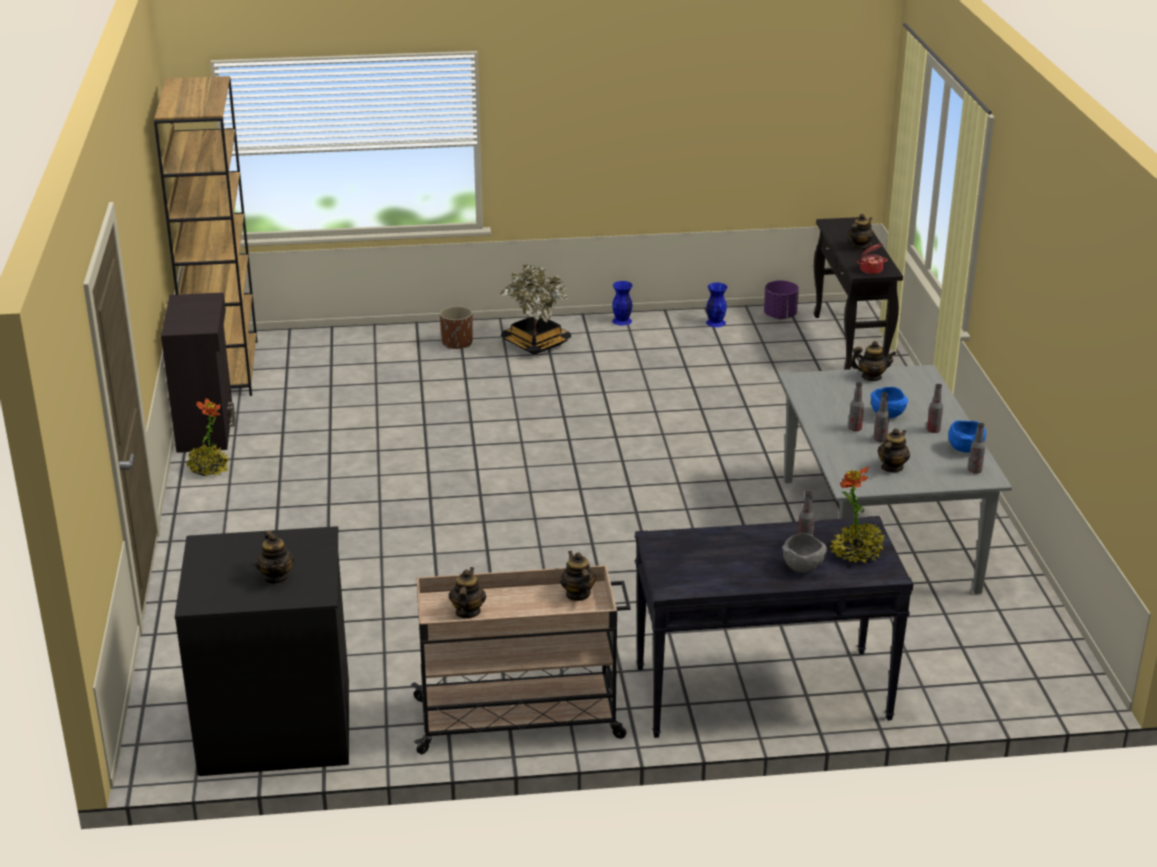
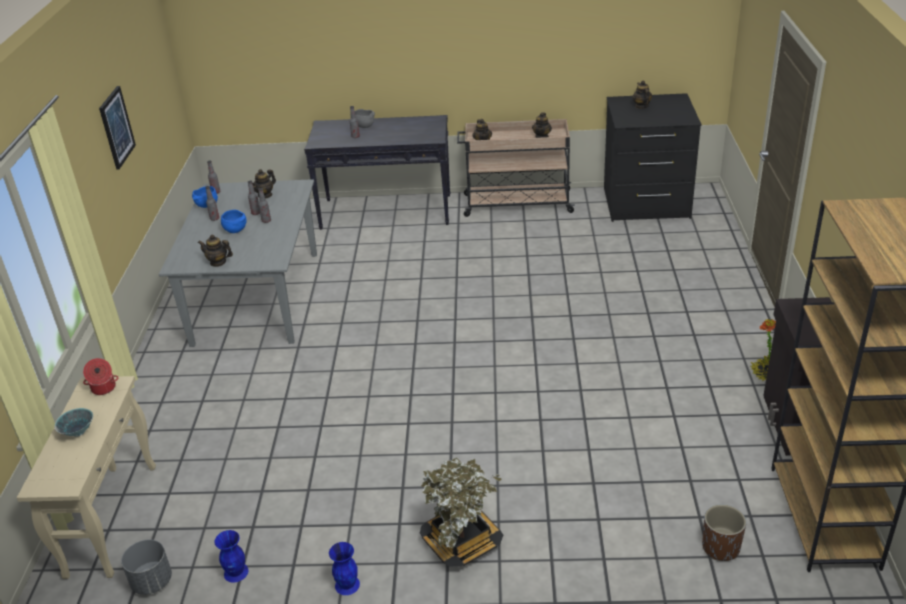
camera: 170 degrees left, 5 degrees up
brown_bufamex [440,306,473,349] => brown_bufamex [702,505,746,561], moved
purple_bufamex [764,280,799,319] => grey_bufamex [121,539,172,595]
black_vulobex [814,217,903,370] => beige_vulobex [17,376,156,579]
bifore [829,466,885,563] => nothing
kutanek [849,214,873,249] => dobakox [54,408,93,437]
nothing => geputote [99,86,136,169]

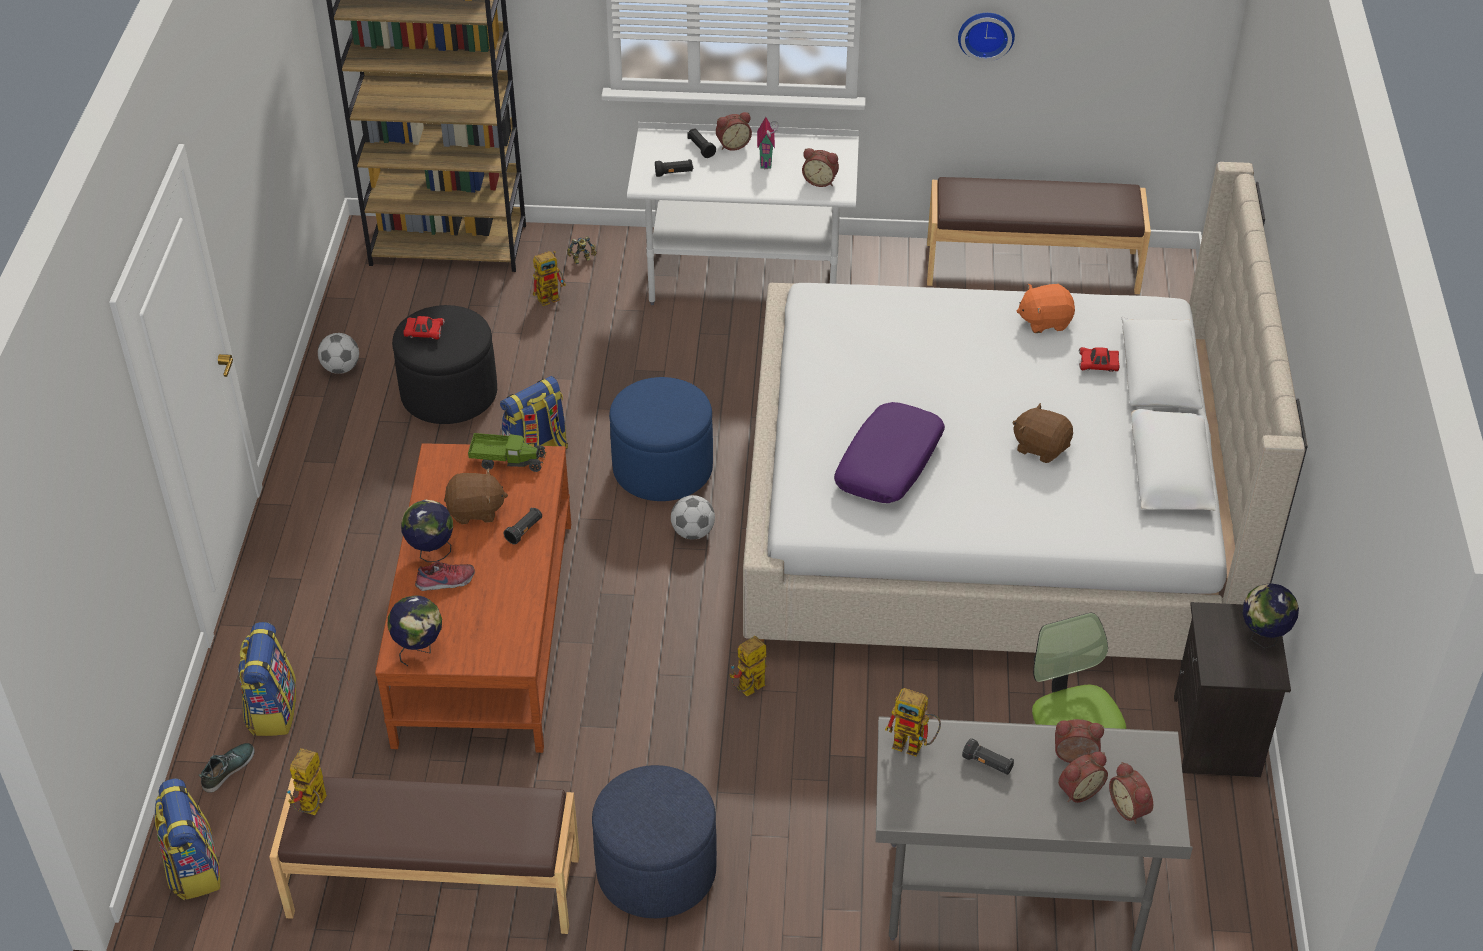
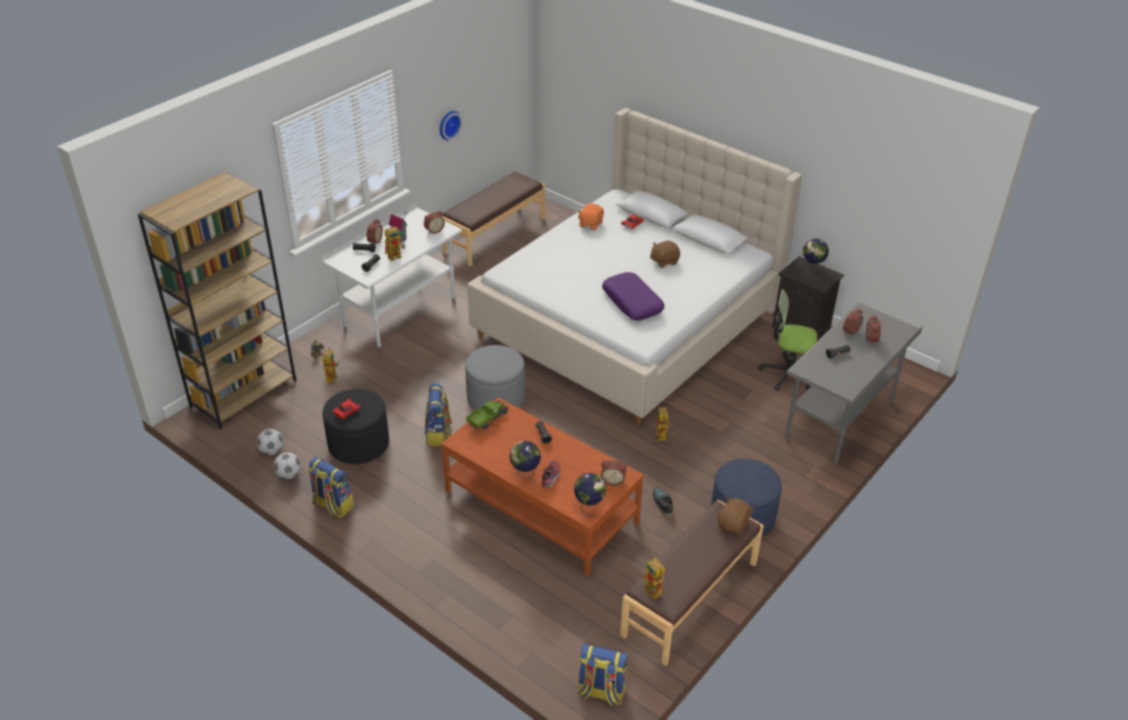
camera: 55 degrees left, 5 degrees down
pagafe [199,743,254,793] => pagafe [653,487,673,516], moved
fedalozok [238,622,296,736] => fedalozok [308,457,354,518], moved
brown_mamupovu [444,468,508,524] => brown_mamupovu [718,497,754,535], moved
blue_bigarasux [609,377,713,501] => grey_bigarasux [465,345,525,411]
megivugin [671,495,715,540] => megivugin [257,429,284,455], moved
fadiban [885,688,941,757] => fadiban [385,226,405,261], moved
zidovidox [1109,762,1153,824] => zidovidox [601,460,627,485], moved

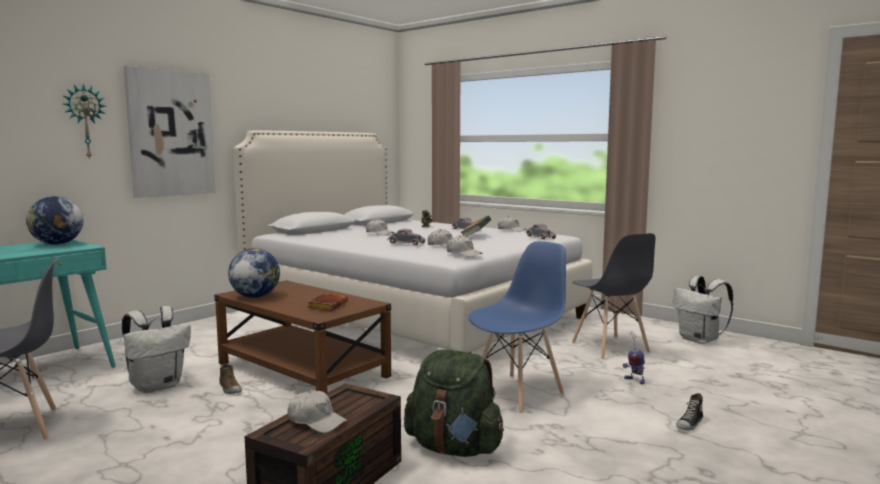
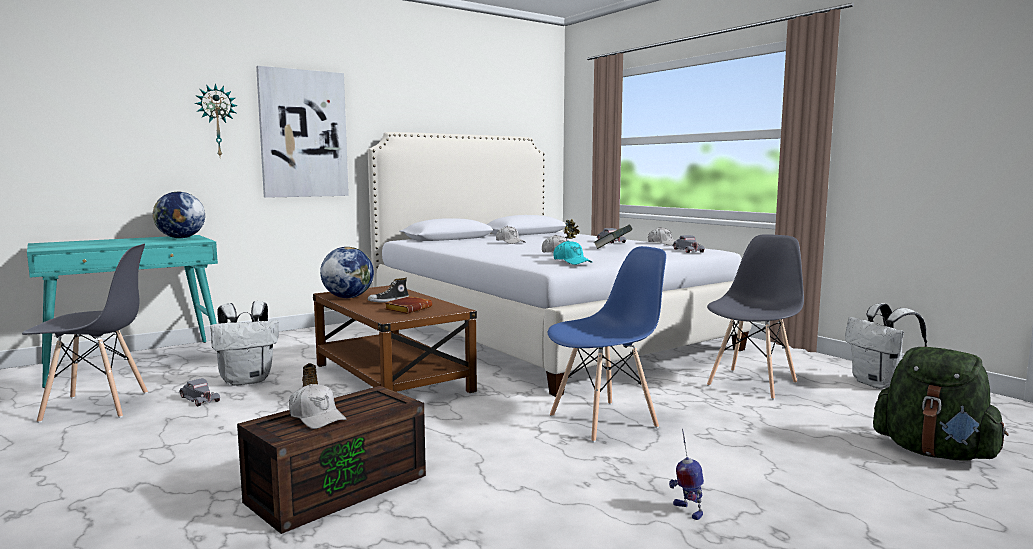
camera: 15 degrees right, 0 degrees up
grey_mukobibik [387,229,425,245] => grey_mukobibik [179,378,220,407], moved
green_fedalozok [404,349,504,457] => green_fedalozok [873,347,1009,461], moved
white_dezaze [446,235,483,257] => turquoise_dezaze [553,240,592,265]
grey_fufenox [572,233,655,359] => grey_fufenox [707,234,804,400], 135 degrees counterclockwise
fadiban [623,331,645,385] => fadiban [669,428,704,520], moved
pagafe [676,393,703,430] => pagafe [367,278,409,302], moved

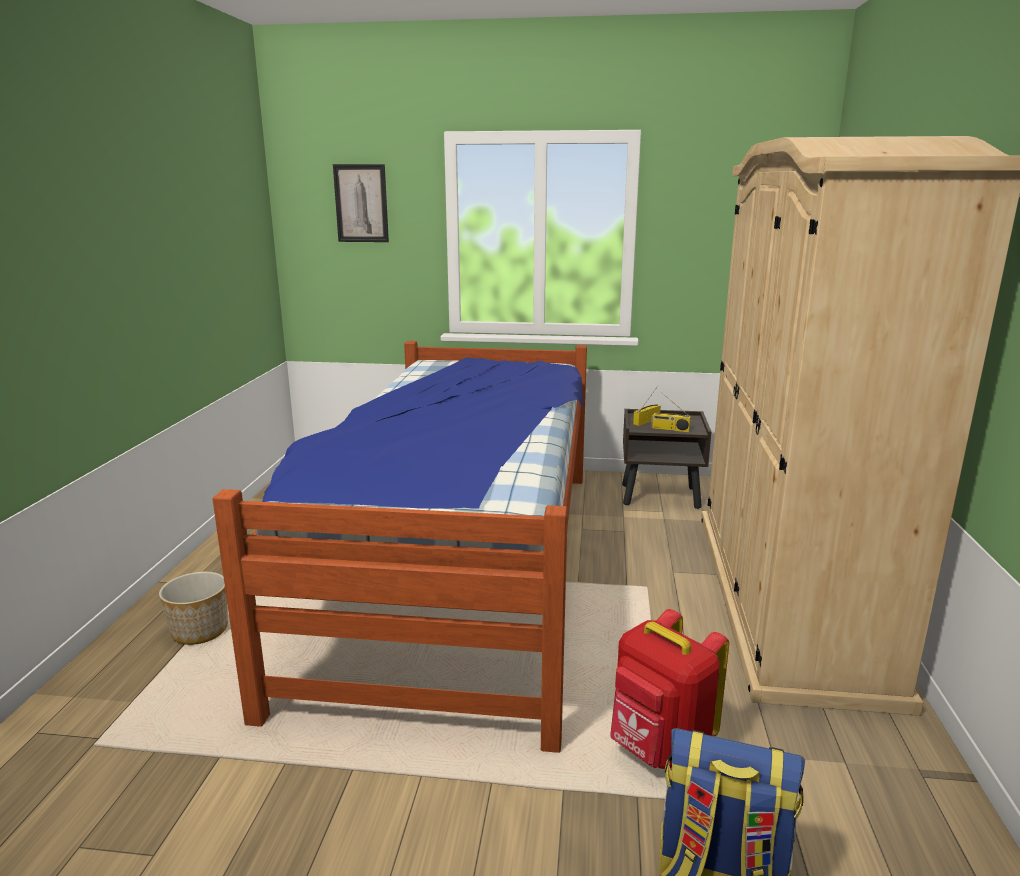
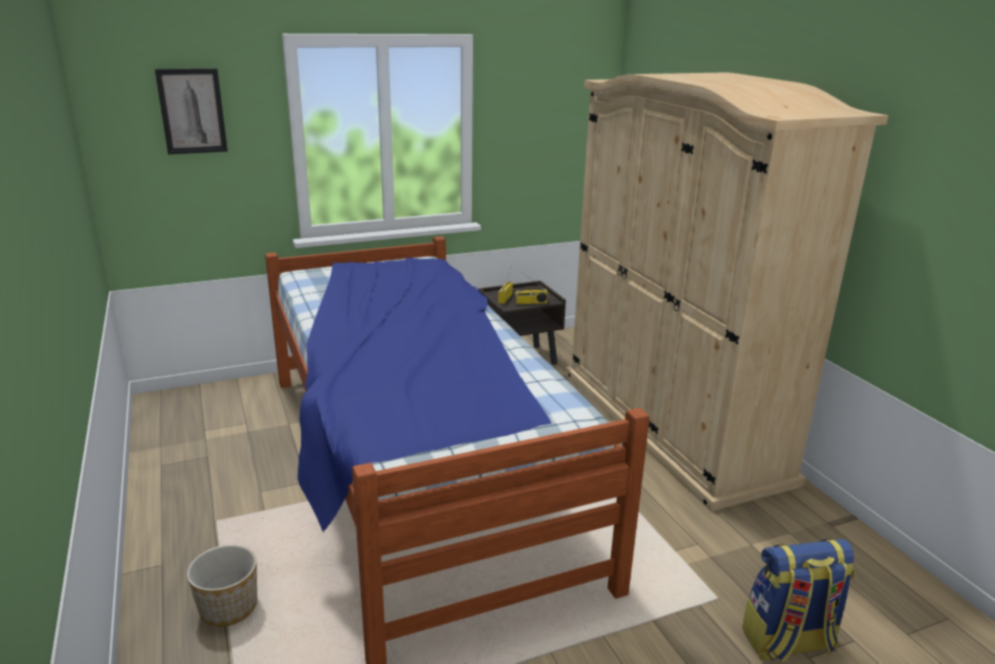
camera: 30 degrees left, 5 degrees up
red_fedalozok [610,609,729,770] => nothing

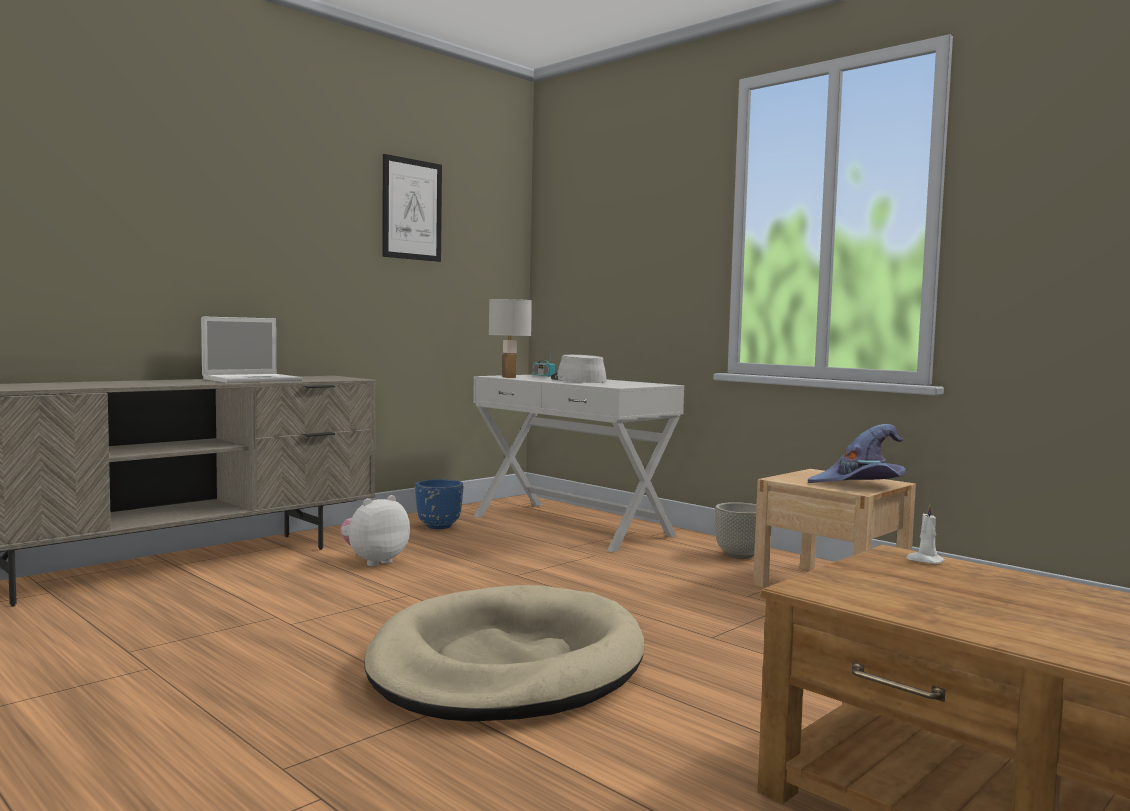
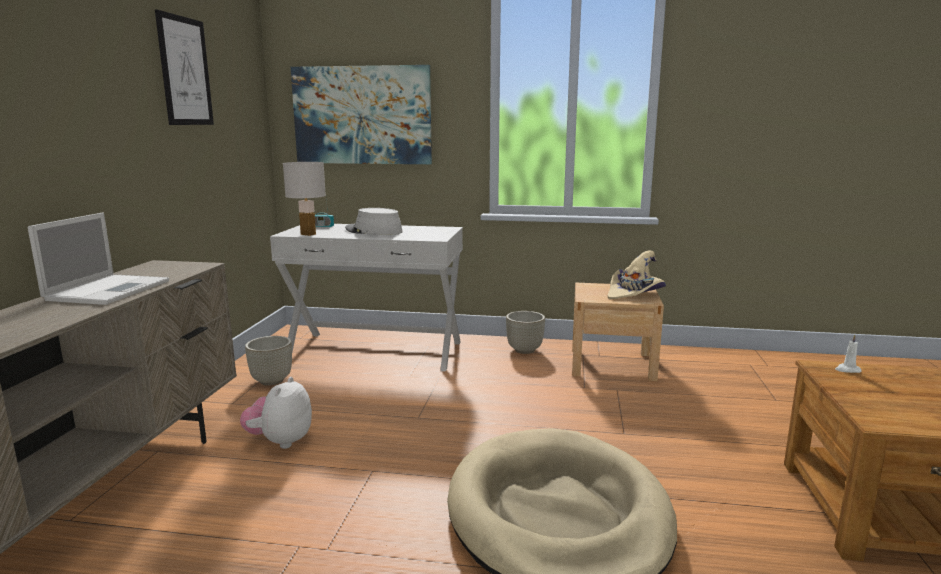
camera: 35 degrees left, 10 degrees up
blue_bufamex [415,479,463,529] => grey_bufamex [245,336,292,386]
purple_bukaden [808,424,906,483] => beige_bukaden [608,251,666,299]
nothing => geputote [291,65,432,164]

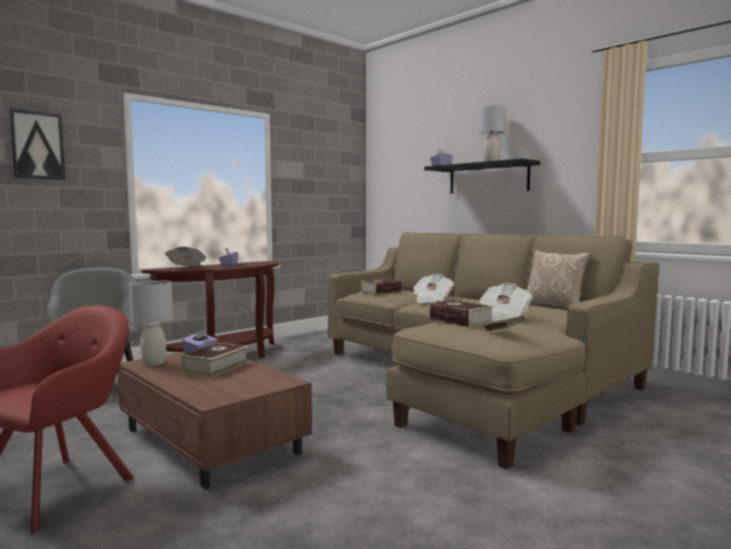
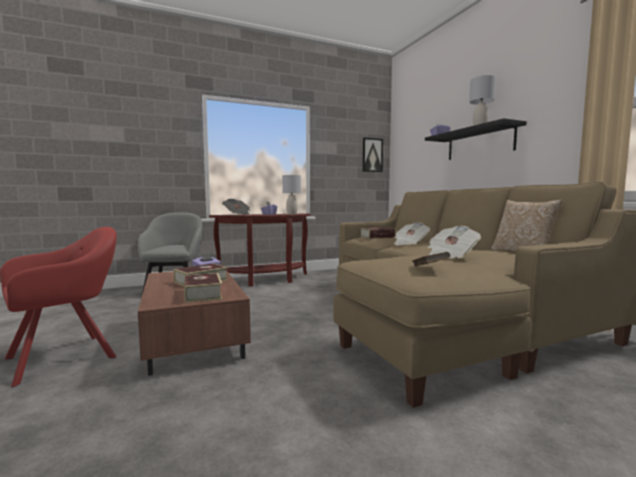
camera: 20 degrees right, 0 degrees up
geputote [9,108,65,180] => geputote [362,137,383,172], moved
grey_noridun [129,280,173,366] => grey_noridun [282,175,301,214], moved
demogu [429,300,494,328] => demogu [184,273,223,303], moved

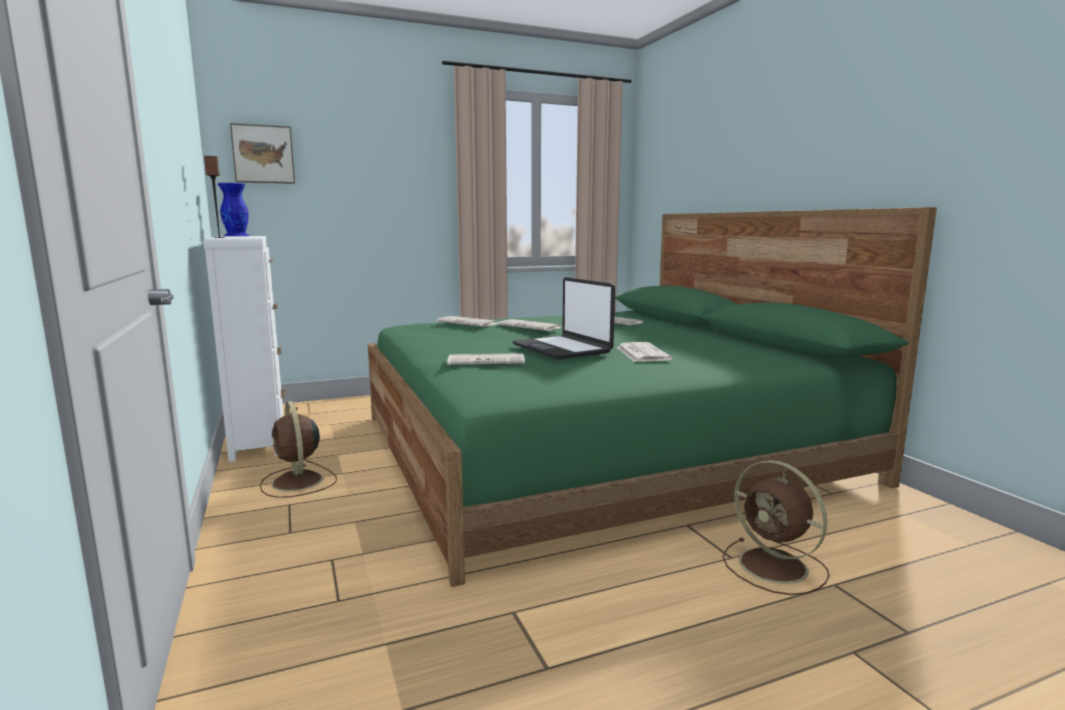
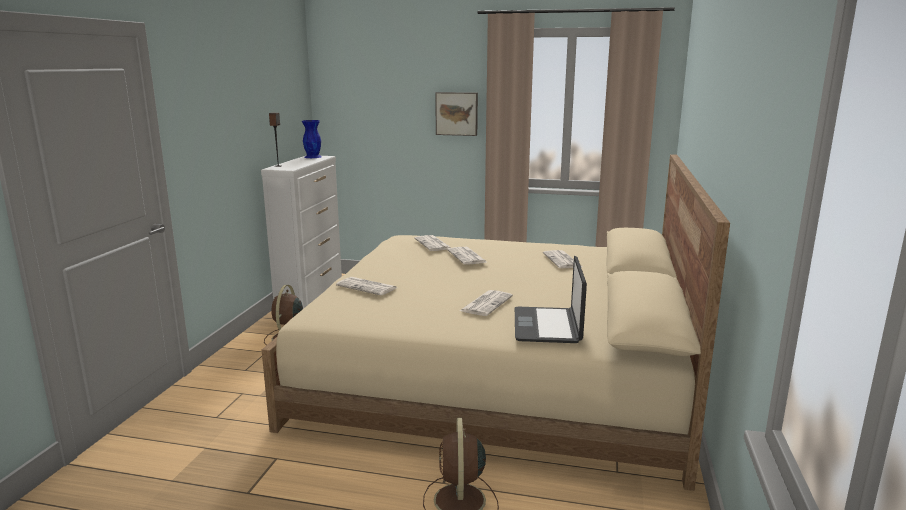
camera: 35 degrees right, 5 degrees up
geputote [230,123,295,184] => geputote [435,92,478,136], moved
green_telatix [368,207,937,587] => beige_telatix [262,154,730,491]
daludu [513,277,615,360] => daludu [515,256,587,343], moved

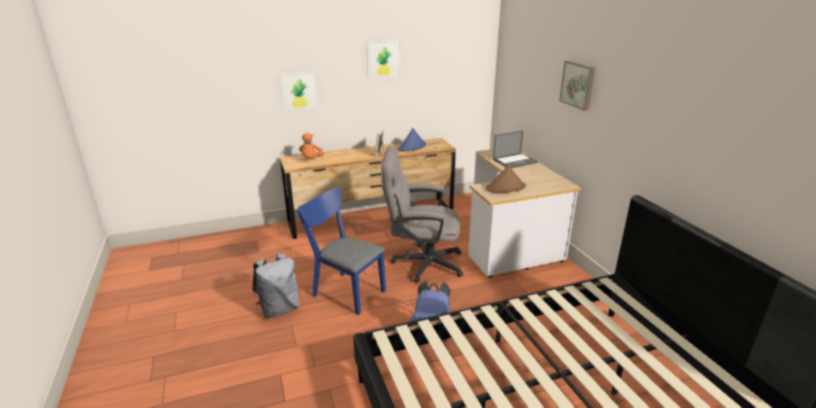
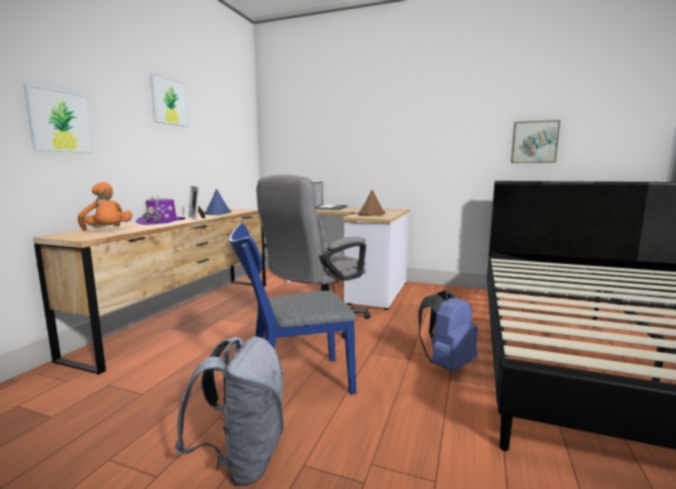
camera: 50 degrees left, 15 degrees down
geputote [559,61,595,111] => geputote [511,120,560,163], moved
nothing => purple_bukaden [136,195,186,225]

